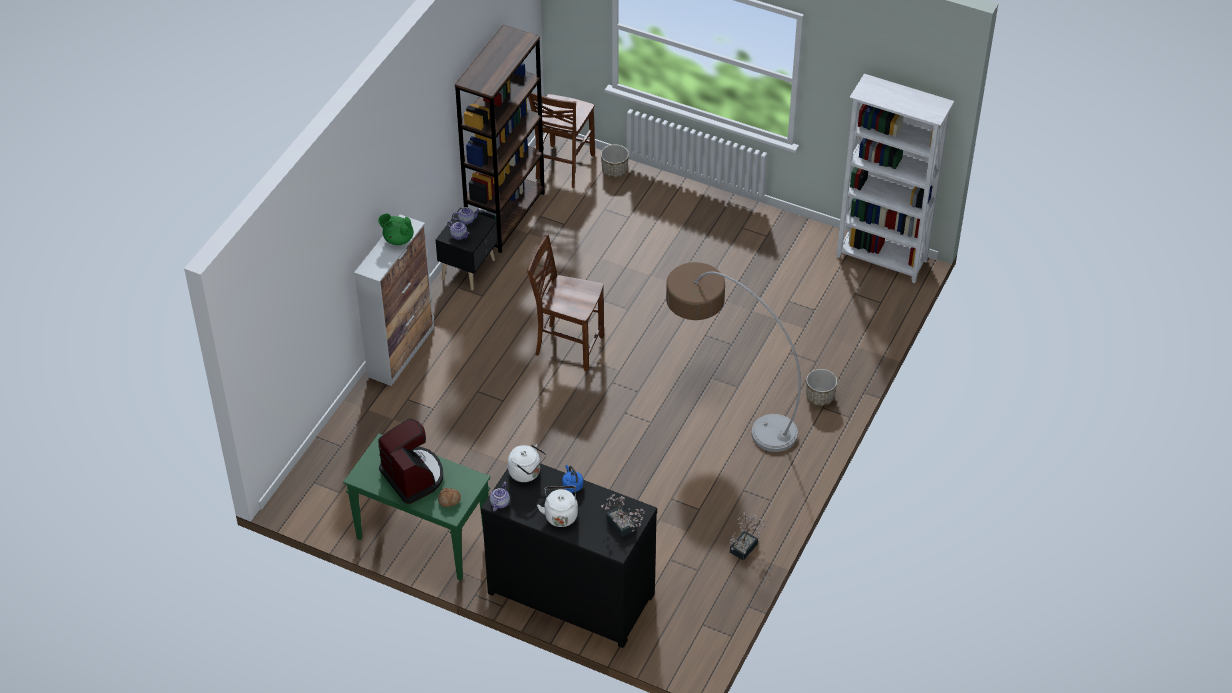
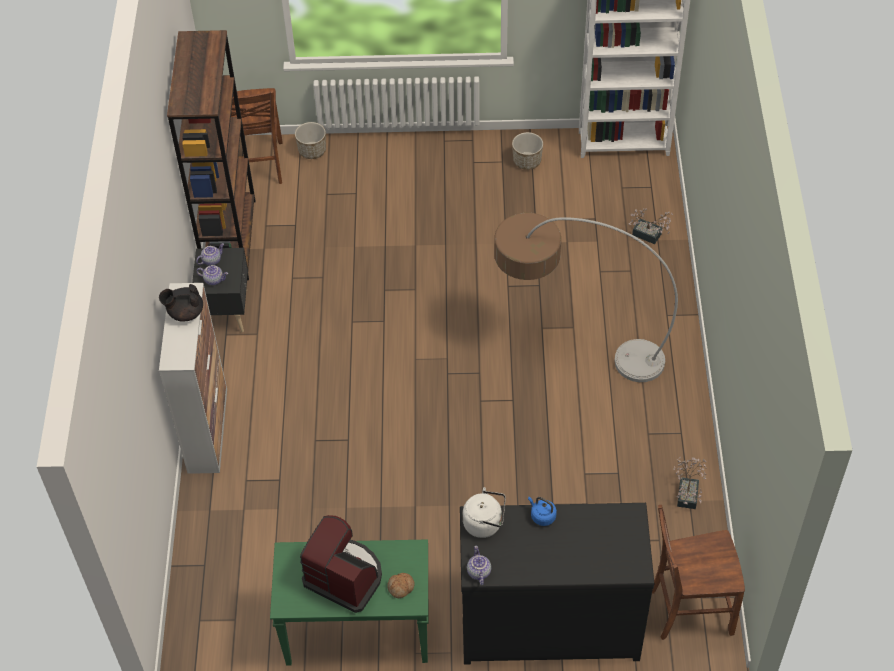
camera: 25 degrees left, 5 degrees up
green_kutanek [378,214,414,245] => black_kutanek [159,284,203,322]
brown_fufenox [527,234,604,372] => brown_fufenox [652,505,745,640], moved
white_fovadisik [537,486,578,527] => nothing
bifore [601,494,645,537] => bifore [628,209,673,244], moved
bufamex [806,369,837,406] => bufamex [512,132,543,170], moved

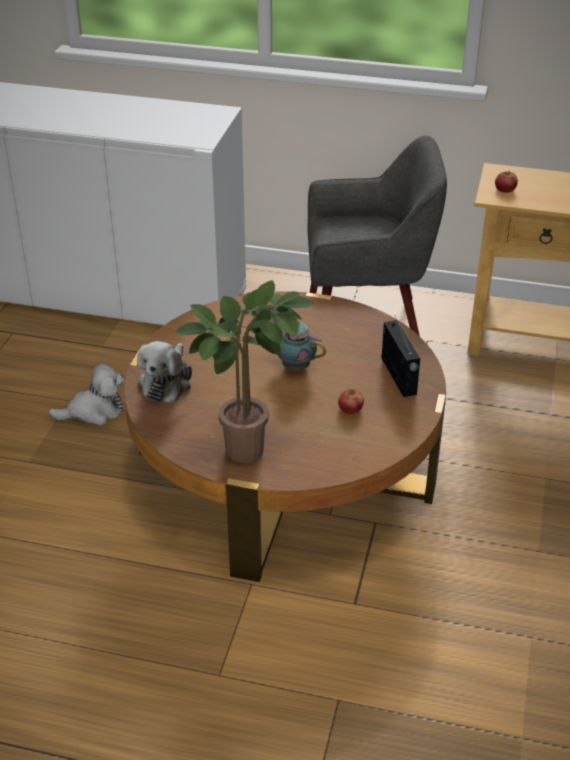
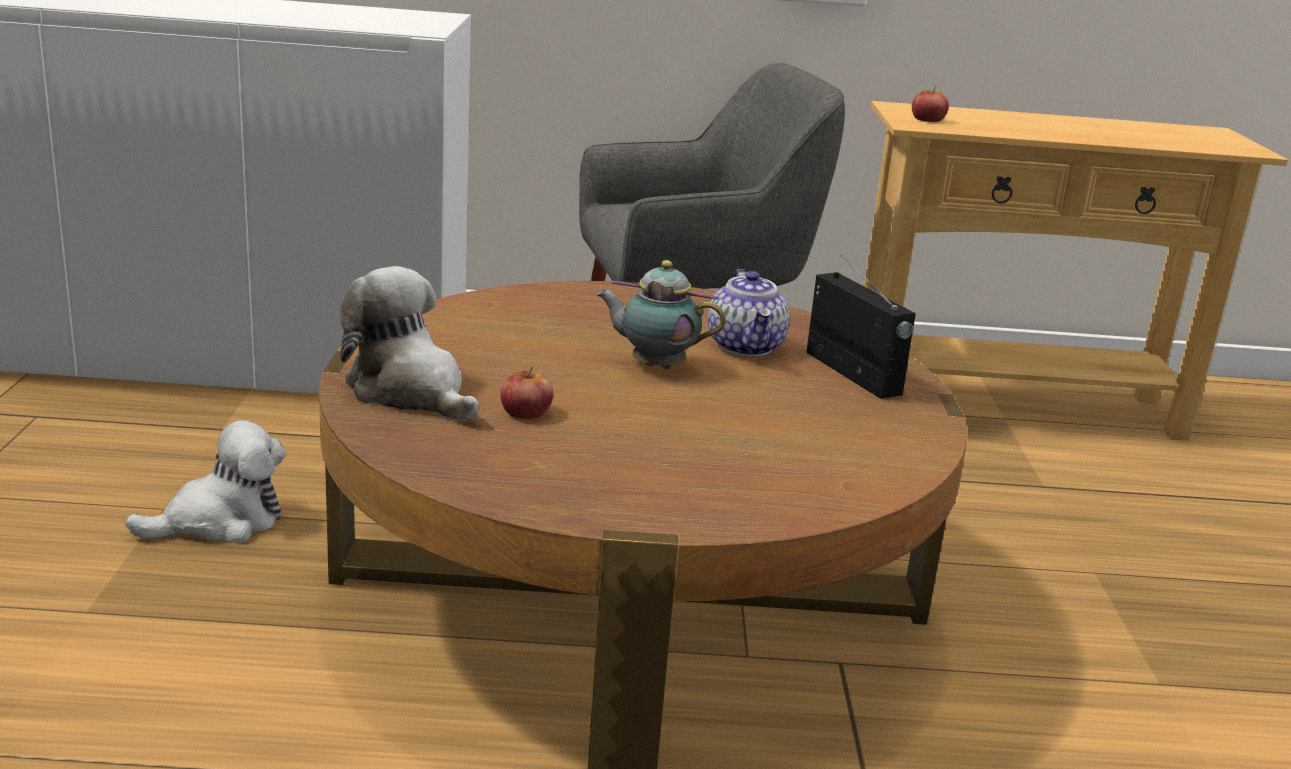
camera: 15 degrees left, 15 degrees down
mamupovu [137,341,192,403] => mamupovu [340,266,479,421], 135 degrees clockwise
bifore [176,280,315,463] => nothing
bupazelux [338,389,364,414] => bupazelux [500,366,553,419], moved
nothing => kutanek [708,269,790,356]

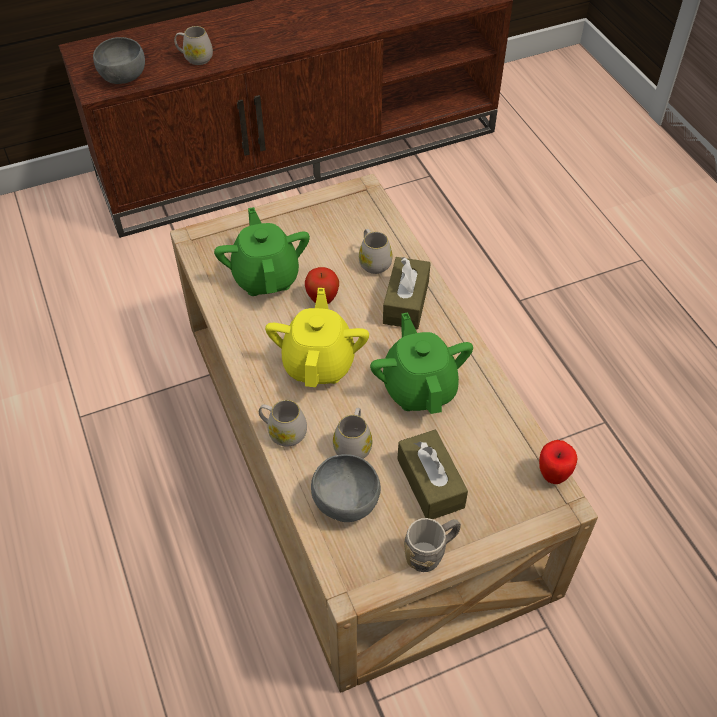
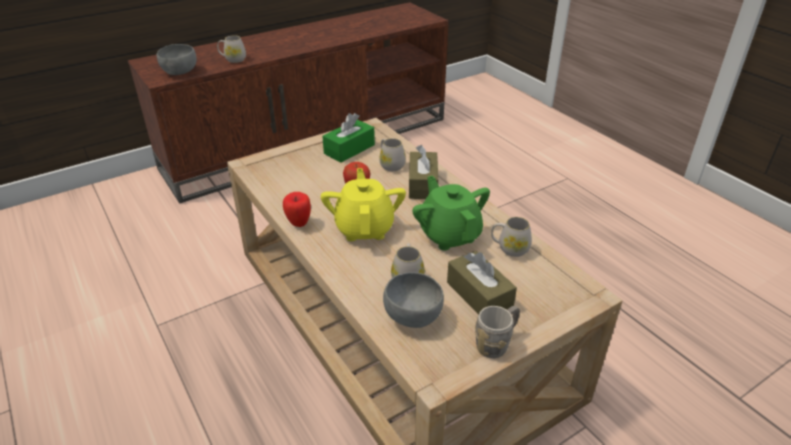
camera: 10 degrees left, 15 degrees down
green_kutanek [214,207,310,296] => nothing
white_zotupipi [259,400,307,447] => white_zotupipi [491,217,532,257], moved
bupazelux [539,440,578,484] => bupazelux [283,192,311,227], moved
nothing => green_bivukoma [322,113,375,163]

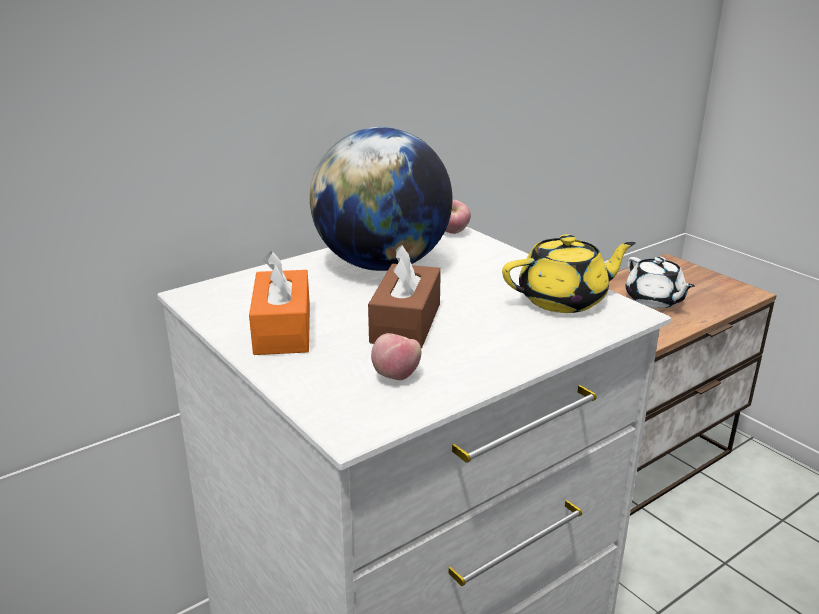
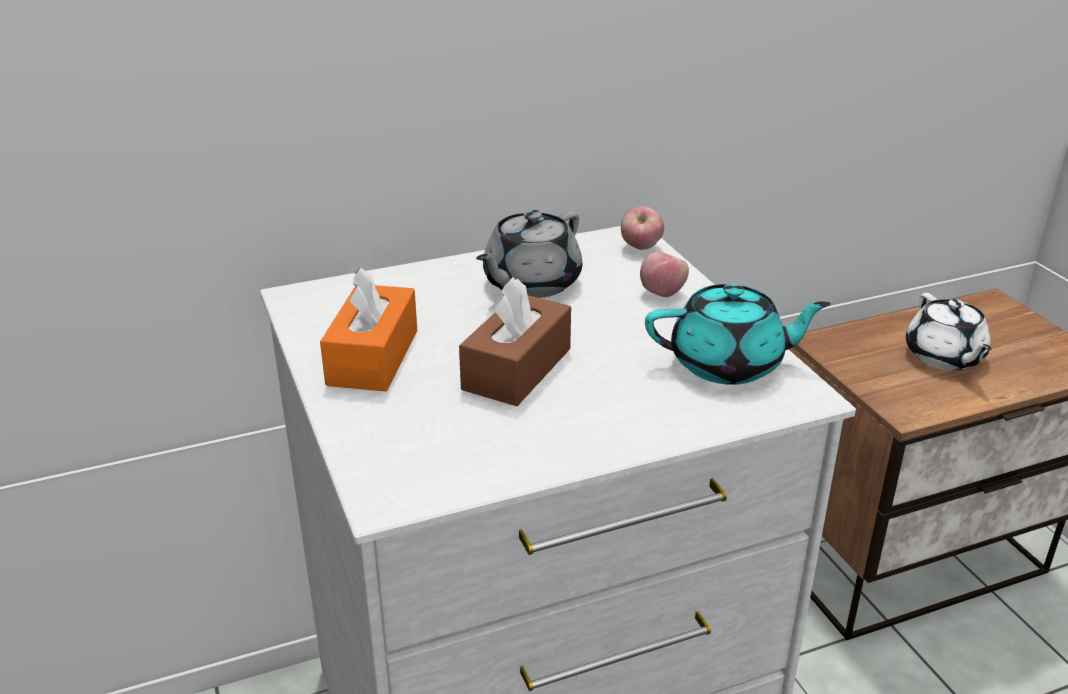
camera: 15 degrees right, 5 degrees up
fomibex [310,127,453,271] => grey_kutanek [476,210,582,298]
bupazelux [371,333,421,380] => bupazelux [640,251,689,297], moved
yellow_kutanek [502,234,635,313] => turquoise_kutanek [645,284,831,385]

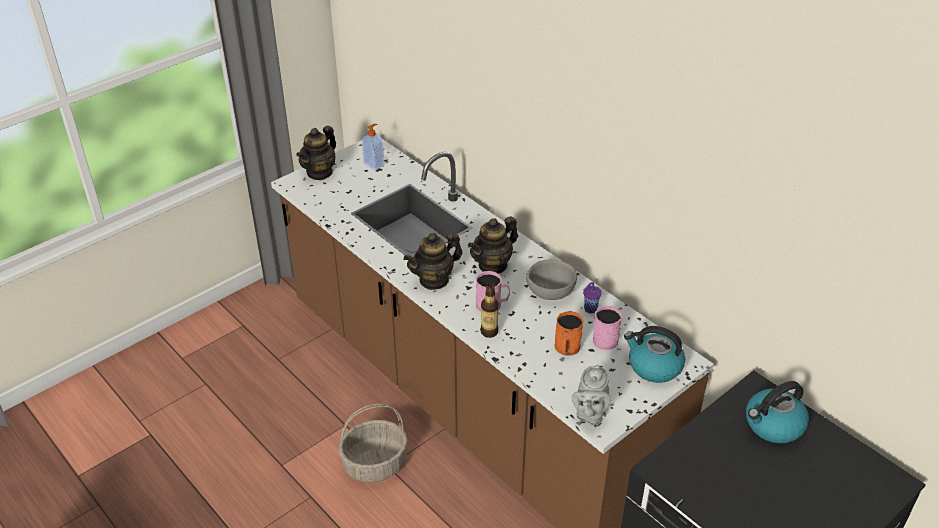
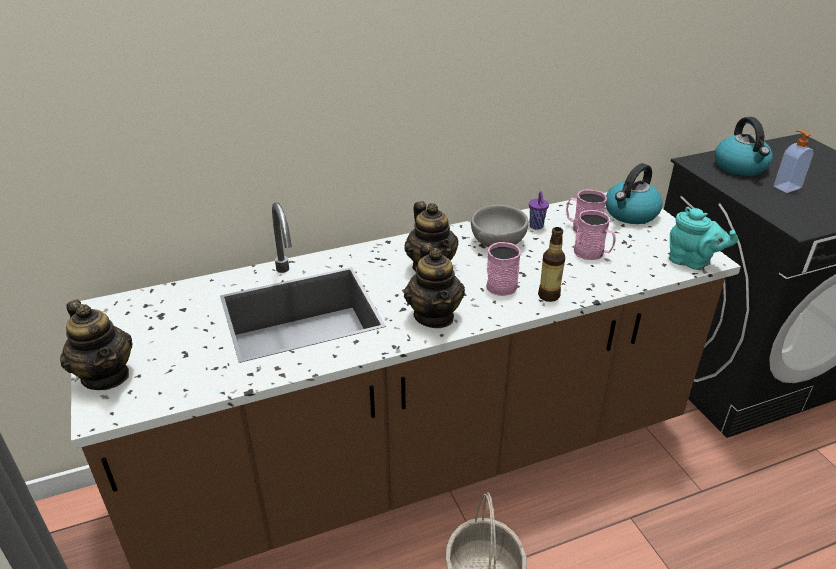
camera: 70 degrees left, 5 degrees down
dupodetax [362,124,385,170] => dupodetax [774,130,814,193], moved
orange_zotupipi [554,311,584,356] => pink_zotupipi [574,210,616,260]
grey_kutanek [572,365,611,425] => turquoise_kutanek [669,207,738,270]

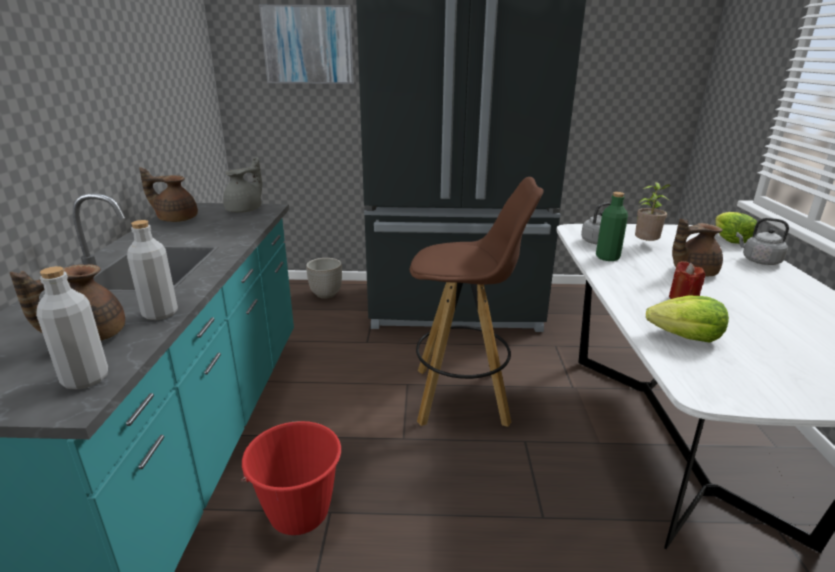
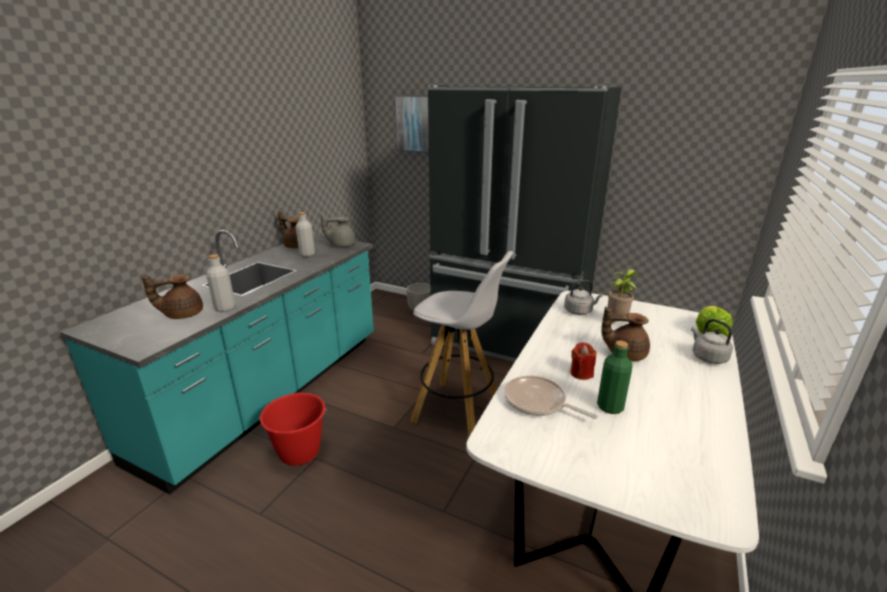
camera: 25 degrees right, 0 degrees up
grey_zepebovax [36,266,108,390] => grey_zepebovax [296,212,315,257], moved
grey_kutanek [223,157,262,213] => grey_kutanek [320,213,355,247], 150 degrees counterclockwise
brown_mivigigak [410,177,544,427] => white_mivigigak [411,251,513,437]
green_zepebovax [596,192,628,261] => green_zepebovax [597,341,633,414], moved
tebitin [646,295,729,343] => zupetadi [504,376,598,419]

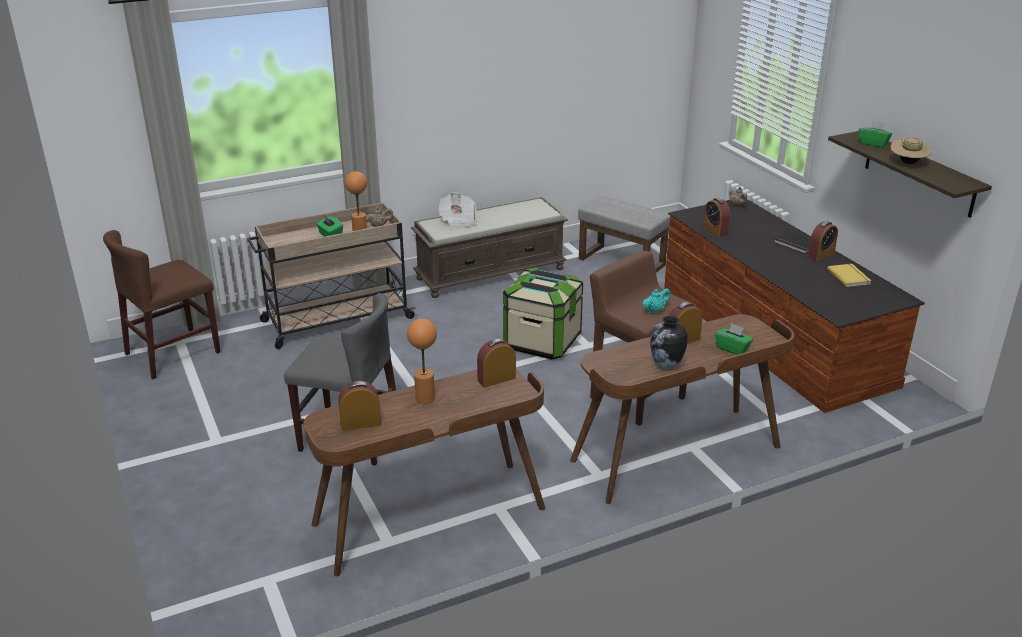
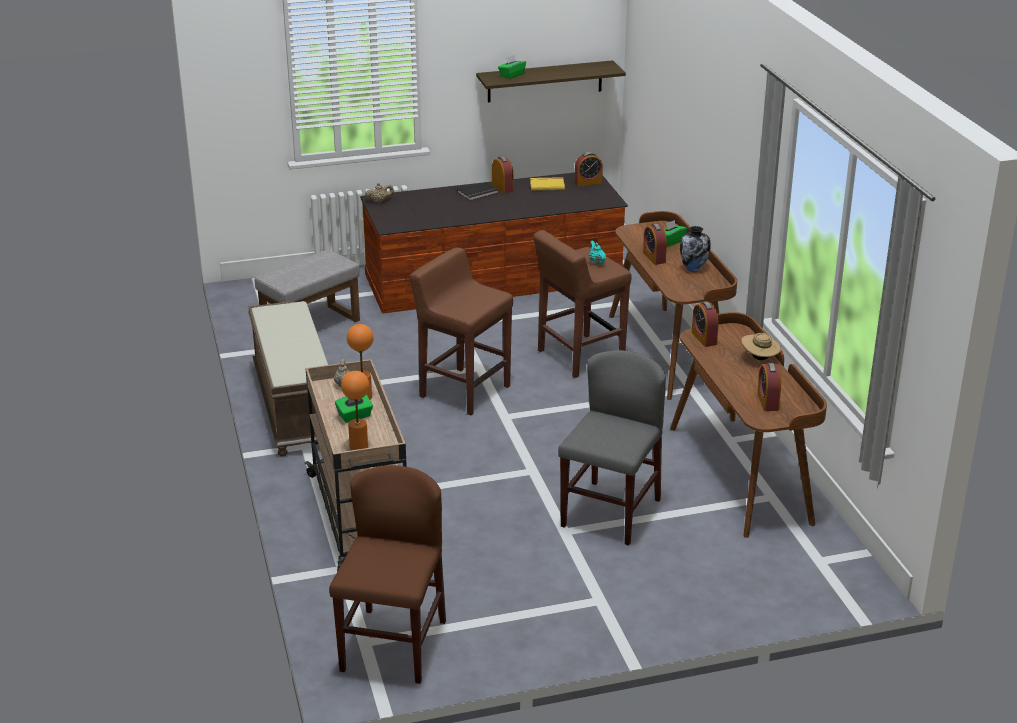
camera: 80 degrees left, 0 degrees up
brown_fufenox [103,230,221,379] => brown_fufenox [329,465,446,684], 135 degrees counterclockwise
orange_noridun [407,319,437,404] => orange_noridun [341,371,370,450], moved
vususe [438,192,476,231] => nothing
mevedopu [503,268,583,360] => brown_mivigigak [409,248,513,415]
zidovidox [703,198,730,237] => zidovidox [575,152,603,186], moved
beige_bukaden [890,137,931,164] => beige_bukaden [741,333,781,360], moved

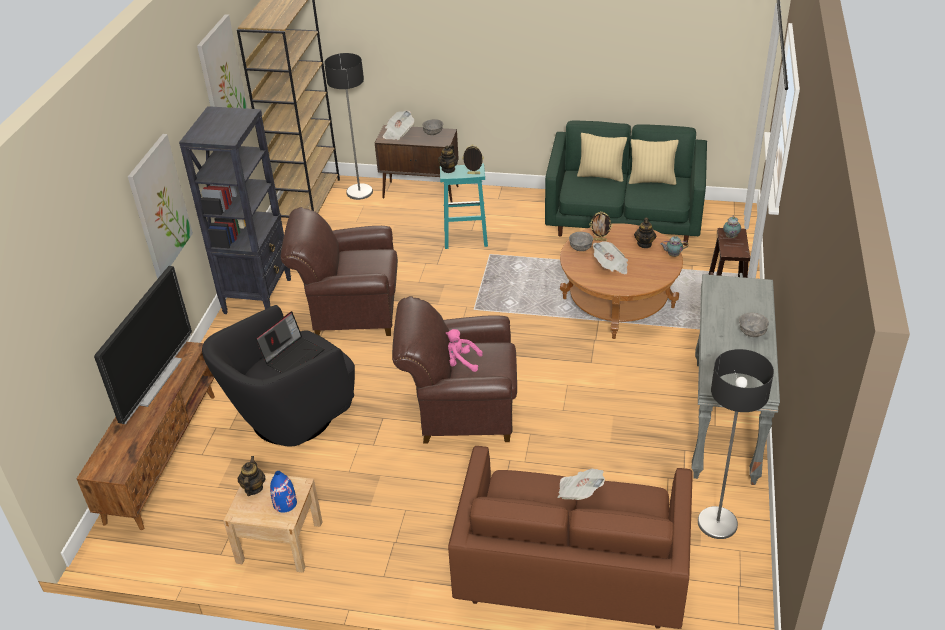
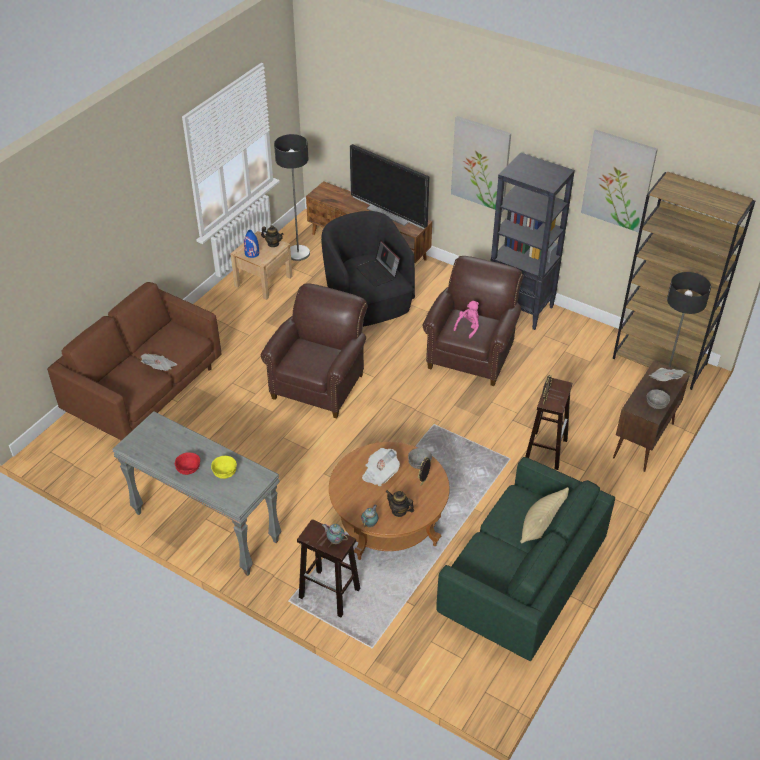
camera: 110 degrees right, 5 degrees up
kutanek [438,144,458,173] => nothing
turquoise_mivigigak [440,163,488,249] => brown_mivigigak [525,378,572,470]
pink_mamupovu [446,329,483,372] => pink_mamupovu [453,301,479,338], moved
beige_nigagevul [629,139,679,185] => nothing
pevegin [698,349,774,539] => pevegin [274,134,310,261], moved
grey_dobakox [739,313,769,337] => red_dobakox [175,452,200,475]
nothing => yellow_dobakox [211,456,237,479]

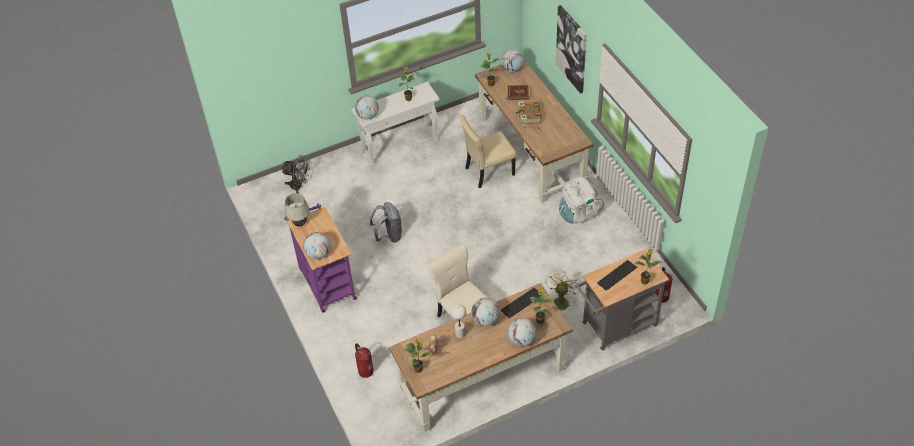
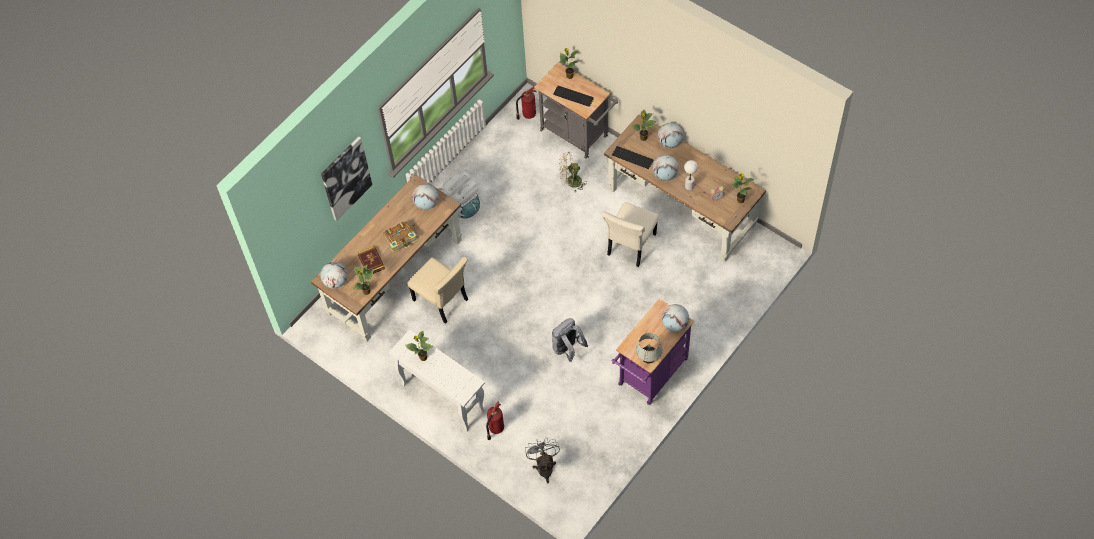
camera: 115 degrees left, 10 degrees up
fomibex [355,95,379,120] => fomibex [412,184,438,210], moved
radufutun [355,343,374,378] => radufutun [486,401,504,440], moved

